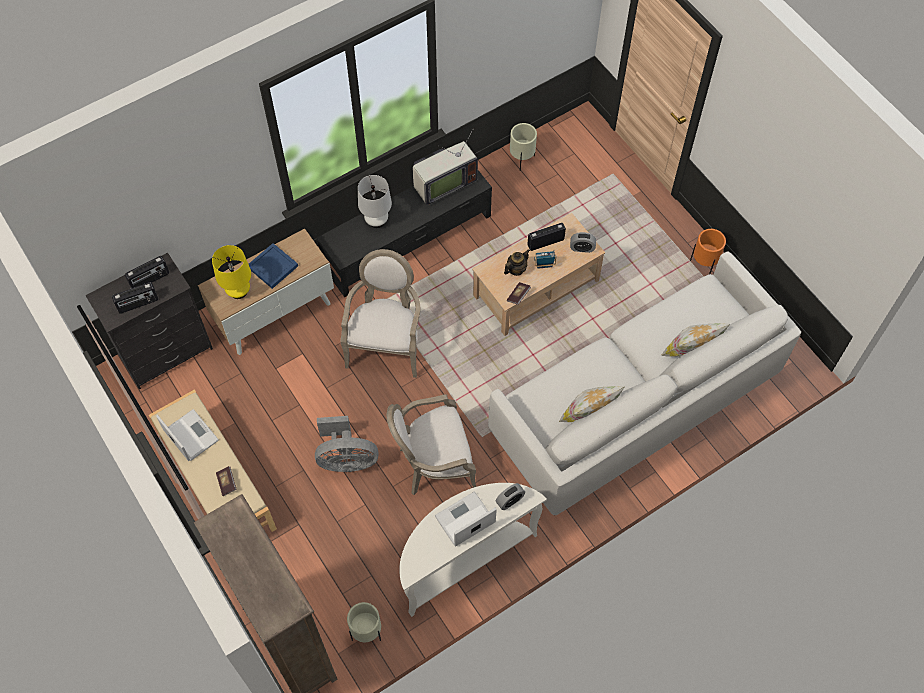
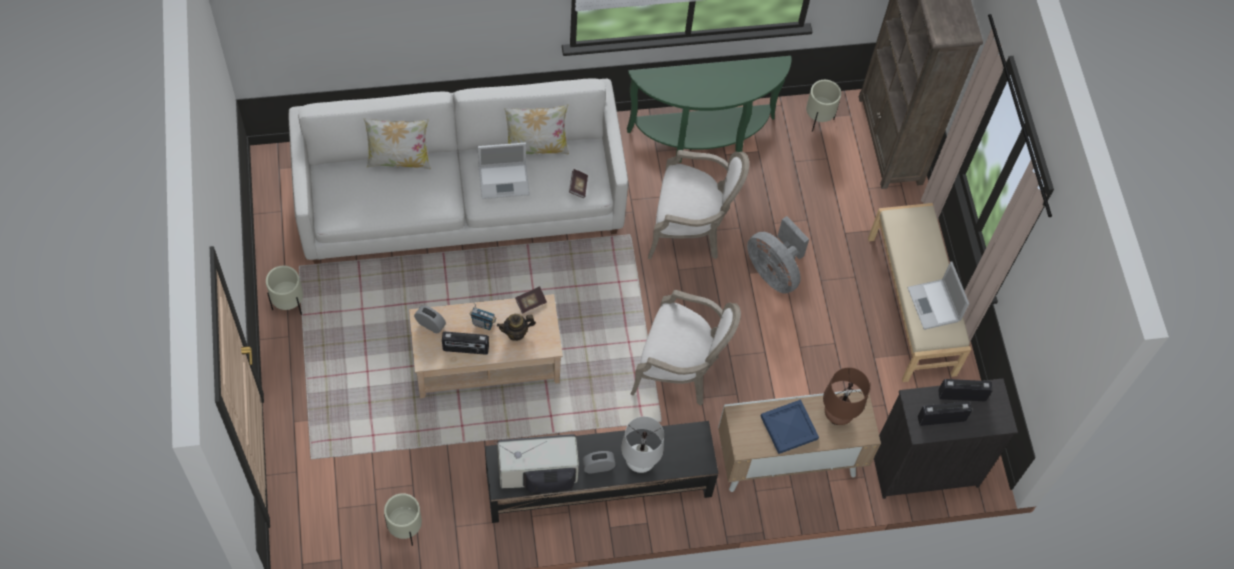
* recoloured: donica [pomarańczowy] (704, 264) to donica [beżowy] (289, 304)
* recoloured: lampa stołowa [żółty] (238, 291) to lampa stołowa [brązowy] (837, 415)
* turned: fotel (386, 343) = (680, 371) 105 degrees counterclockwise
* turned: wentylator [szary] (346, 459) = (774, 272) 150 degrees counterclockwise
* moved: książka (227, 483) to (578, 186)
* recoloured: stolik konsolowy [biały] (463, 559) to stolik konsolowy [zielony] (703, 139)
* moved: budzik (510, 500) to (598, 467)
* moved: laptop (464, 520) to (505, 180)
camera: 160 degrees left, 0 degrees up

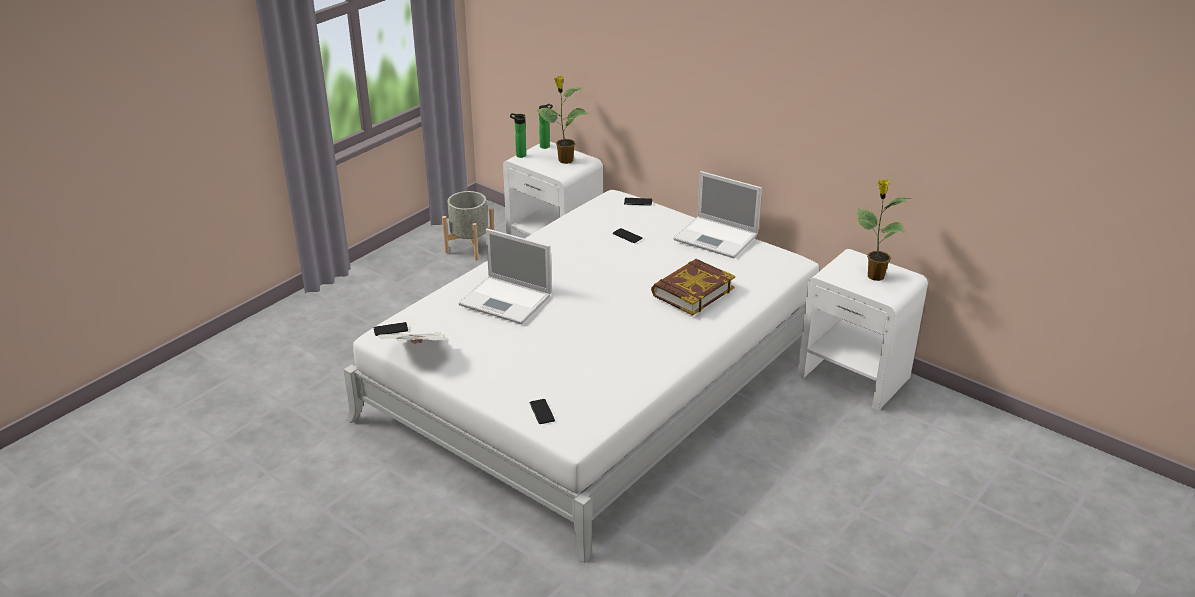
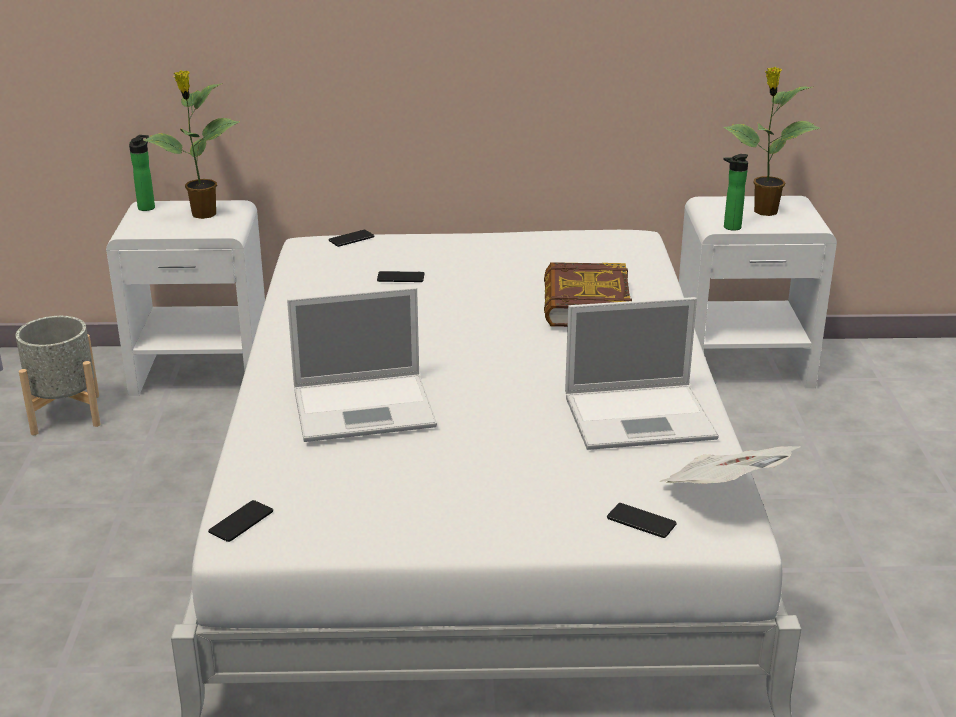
* moved: butelka (519, 155) to (729, 228)
* moved: laptop (717, 238) to (642, 417)
* moved: gazeta (418, 352) to (725, 494)
camera: 40 degrees left, 5 degrees down

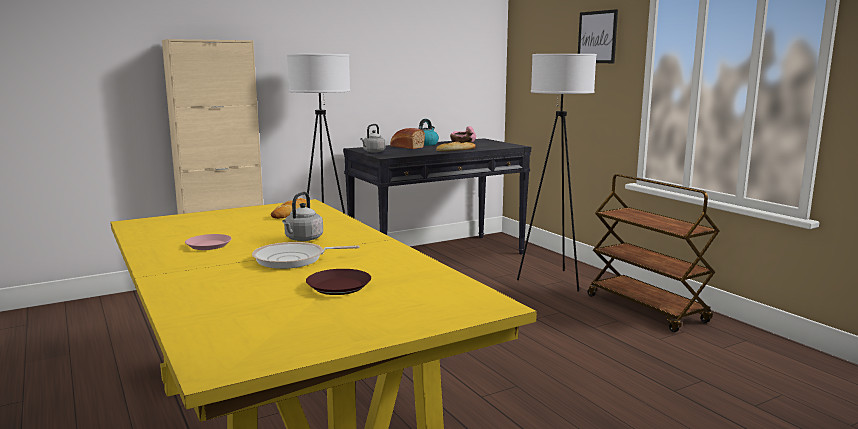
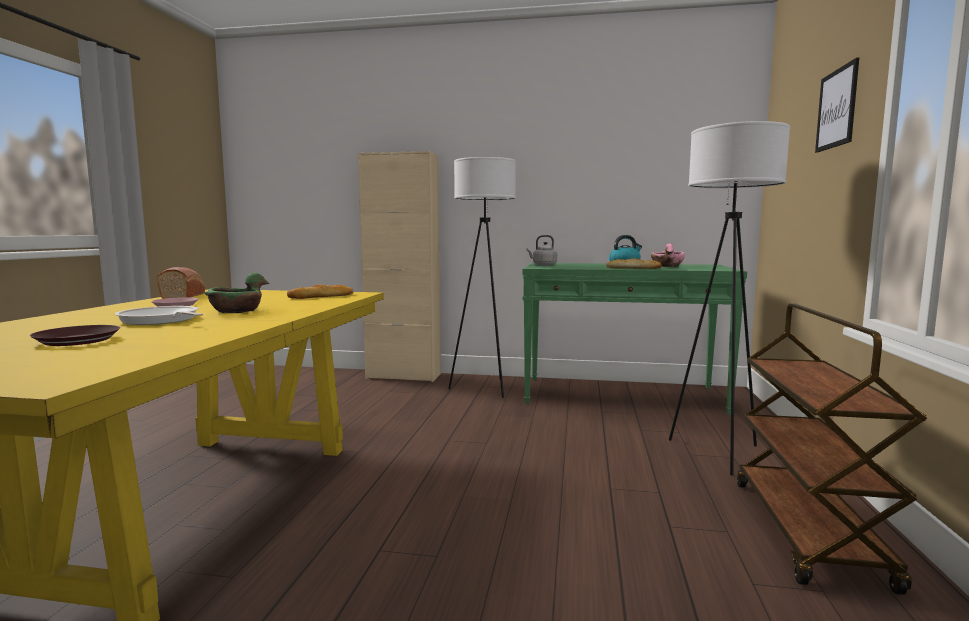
* moved: chleb (406, 147) to (184, 296)
* recoloured: stolik konsolowy [czarny] (438, 255) to stolik konsolowy [zielony] (622, 395)
* replaced: czajnik [szary] (303, 239) to miska [zielony] (236, 311)
camera: 40 degrees right, 5 degrees down

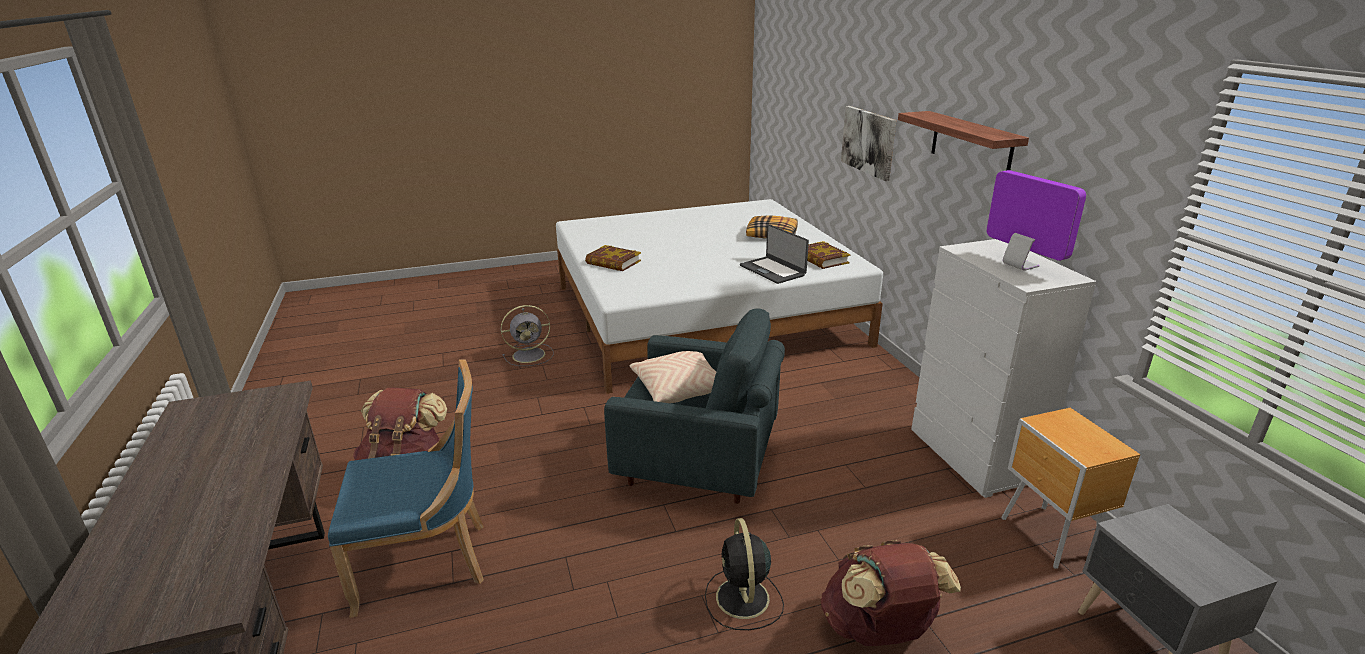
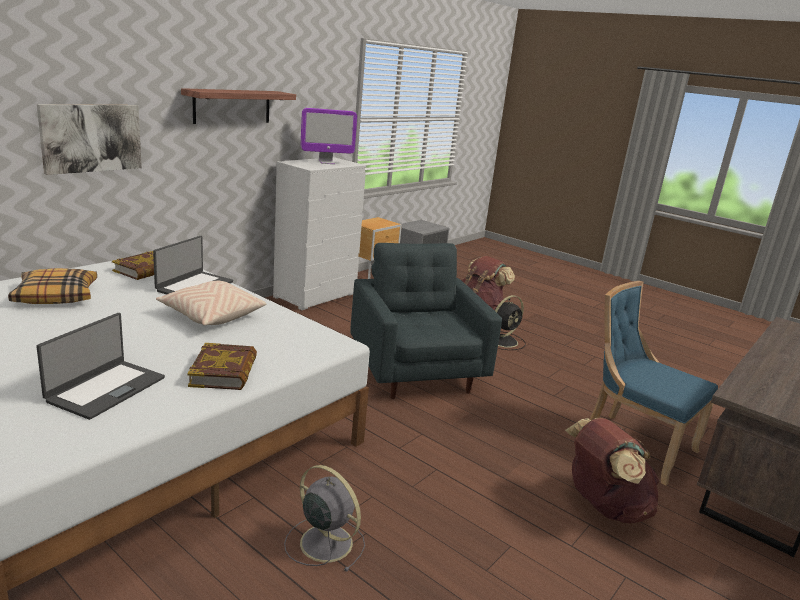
* turned: monitor (1020, 265) = (326, 162) 135 degrees counterclockwise
* moved: poduszka [beżowy] (679, 389) to (211, 315)
* added: laptop (105, 389)
camera: 125 degrees left, 5 degrees down

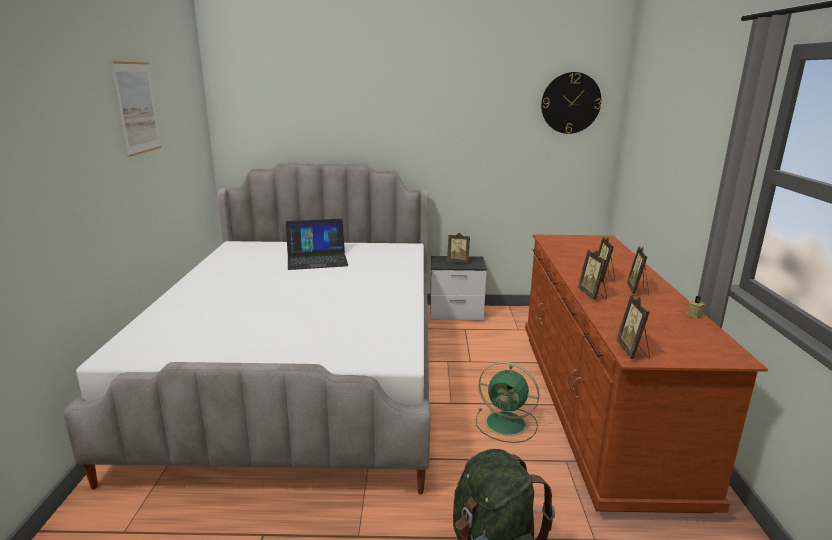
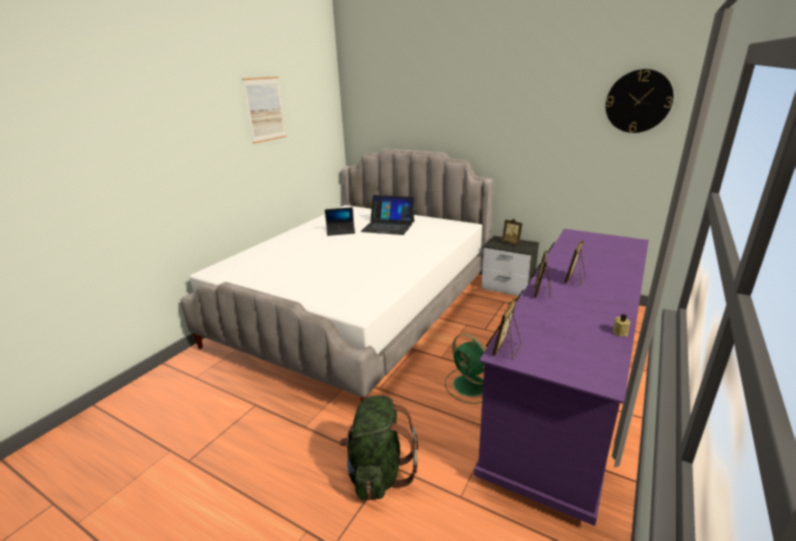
* recoloured: komoda [brązowy] (597, 405) to komoda [fioletowy] (565, 395)
* removed: ramka na zdjęcie (637, 290)
* added: laptop (341, 231)
camera: 30 degrees right, 5 degrees up

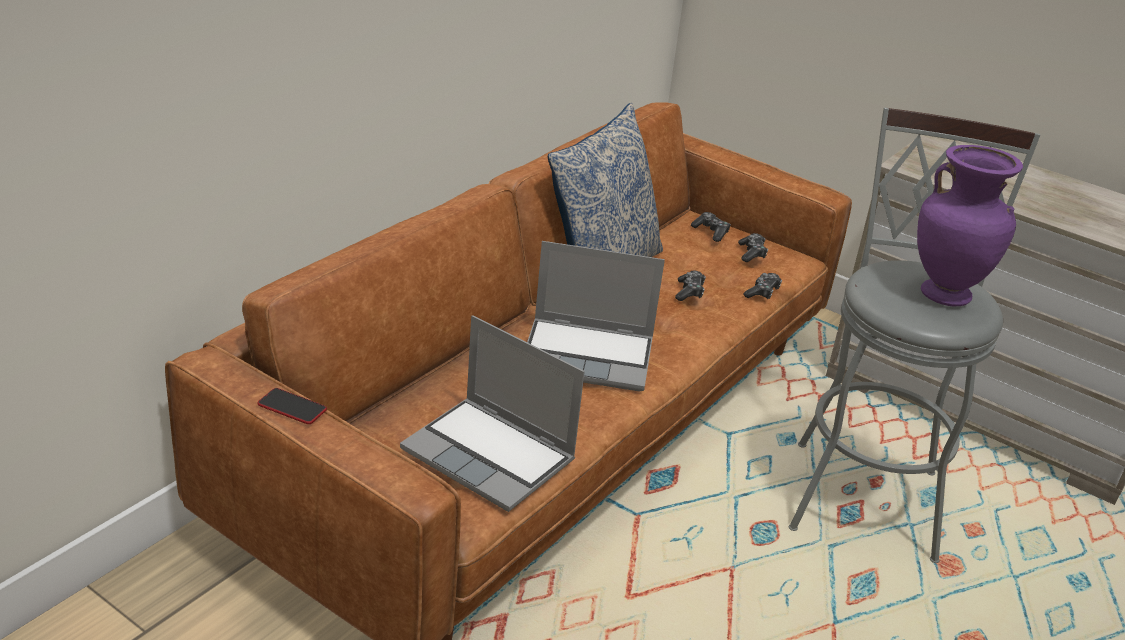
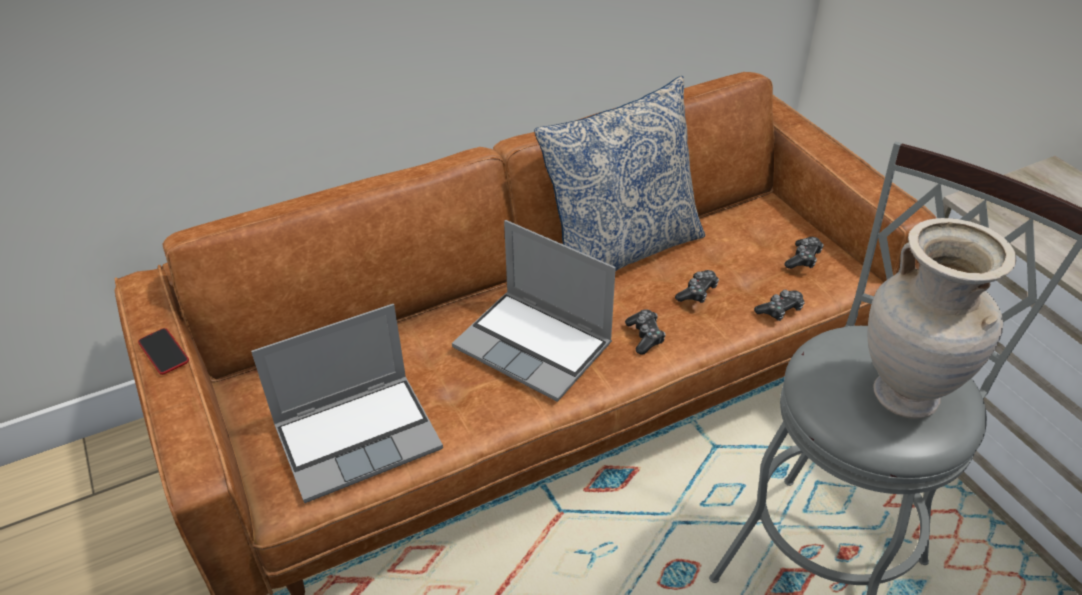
* recoloured: wazon [fioletowy] (944, 294) to wazon [beżowy] (906, 395)
* moved: pad do gier (711, 232) to (645, 336)
* turned: laptop (491, 456) = (359, 436) 90 degrees counterclockwise
camera: 30 degrees right, 10 degrees up

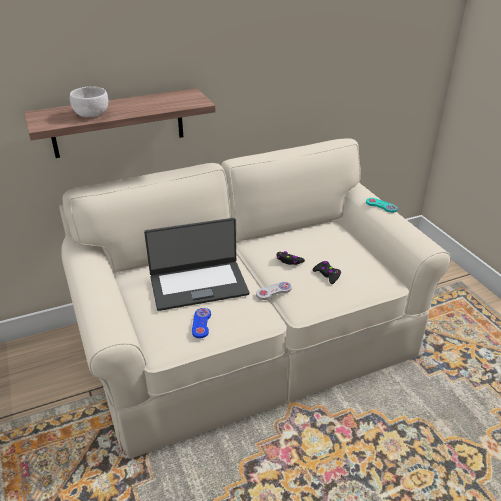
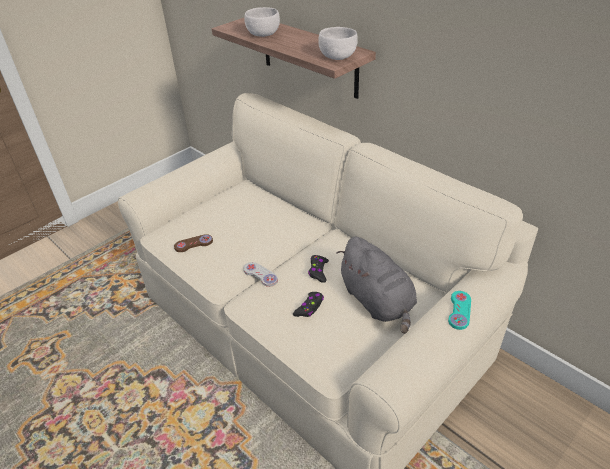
* removed: laptop (198, 284)
* recoloured: pad do gier [niebieski] (201, 323) to pad do gier [brązowy] (193, 244)
* added: miska [biały] (337, 56)
* added: pluszak [szary] (378, 302)
camera: 70 degrees right, 5 degrees up

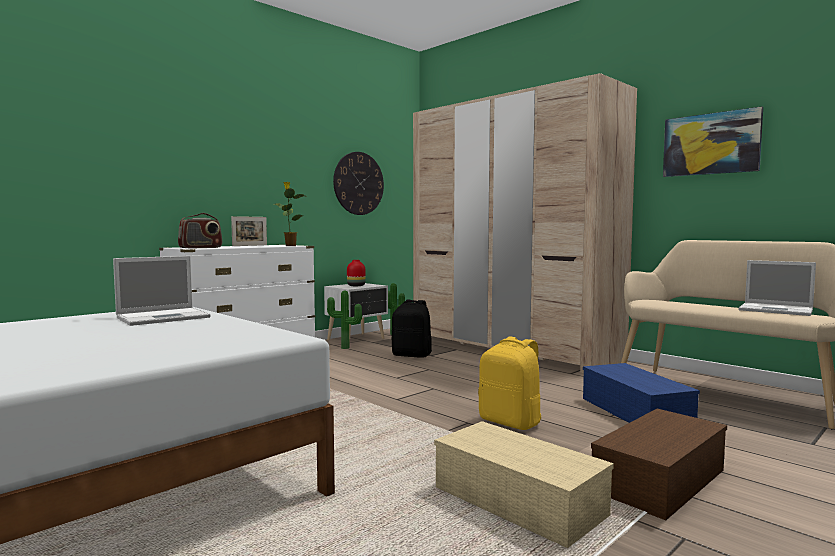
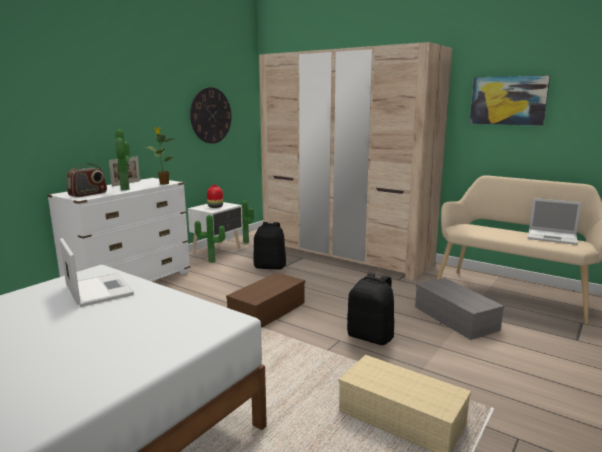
* turned: laptop (165, 317) = (98, 290) 75 degrees counterclockwise
* recoloured: plecak [żółty] (511, 422) to plecak [czarny] (371, 337)
* recoloured: pojemnik do przechowywania [niebieski] (637, 412) to pojemnik do przechowywania [szary] (457, 318)
* moved: pojemnik do przechowywania [brązowy] (659, 479) to (267, 310)
* added: roślina doniczkowa (126, 189)
camera: 10 degrees left, 10 degrees up

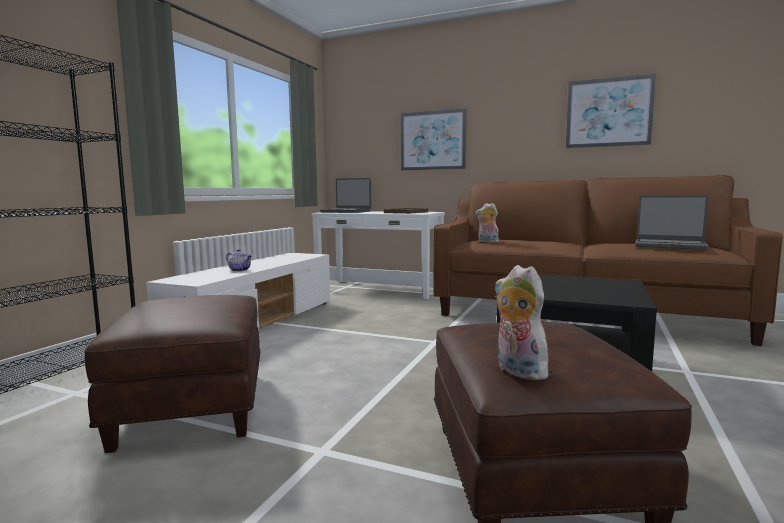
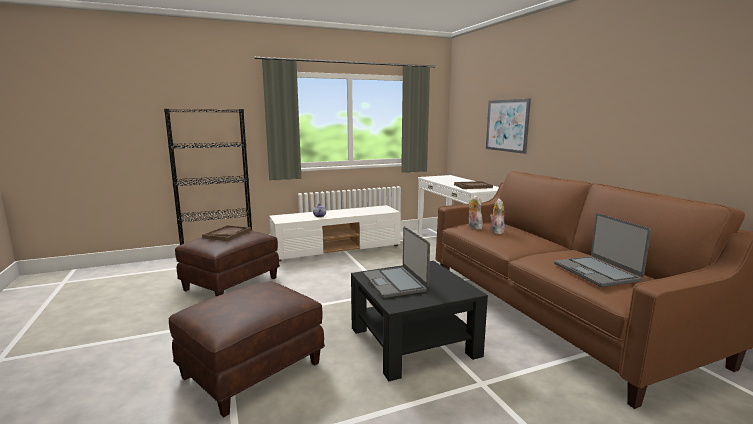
* removed: obraz (608, 112)
* moved: laptop (346, 212) to (395, 283)
* moved: pluszak (517, 371) to (496, 231)
* added: taca [brązowy] (227, 234)
camera: 45 degrees right, 5 degrees up

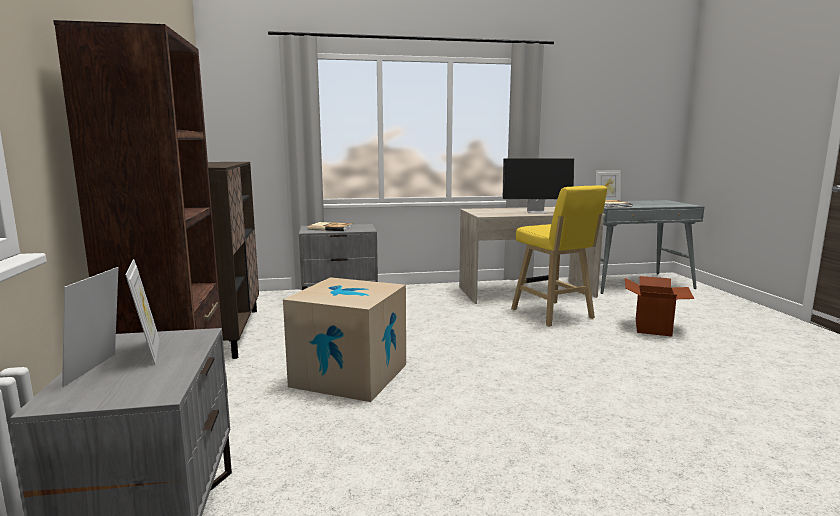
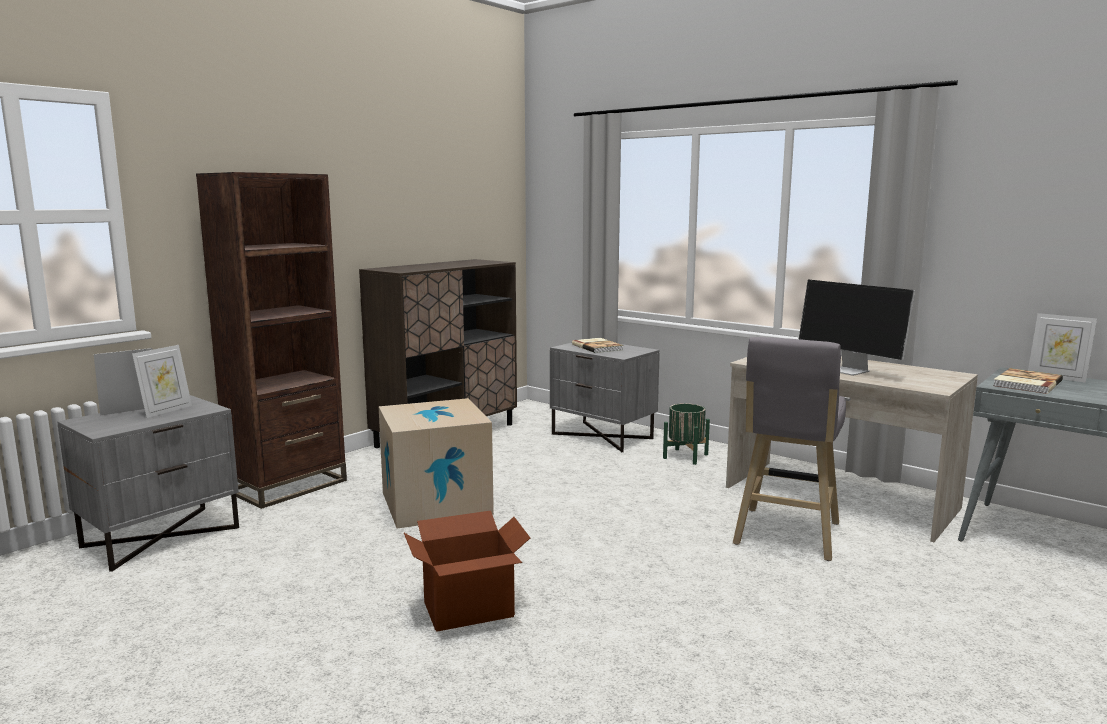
* recoloured: stołek [żółty] (554, 315) to stołek [szary] (785, 536)
* moved: karton (653, 327) to (469, 610)
* added: donica [zielony] (685, 456)
camera: 50 degrees right, 0 degrees up

